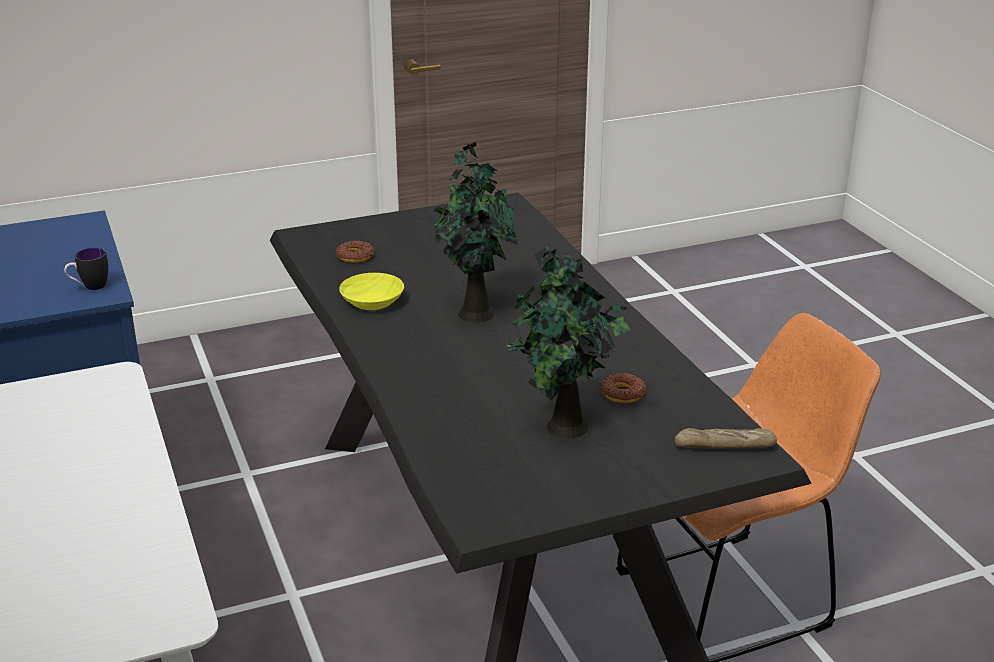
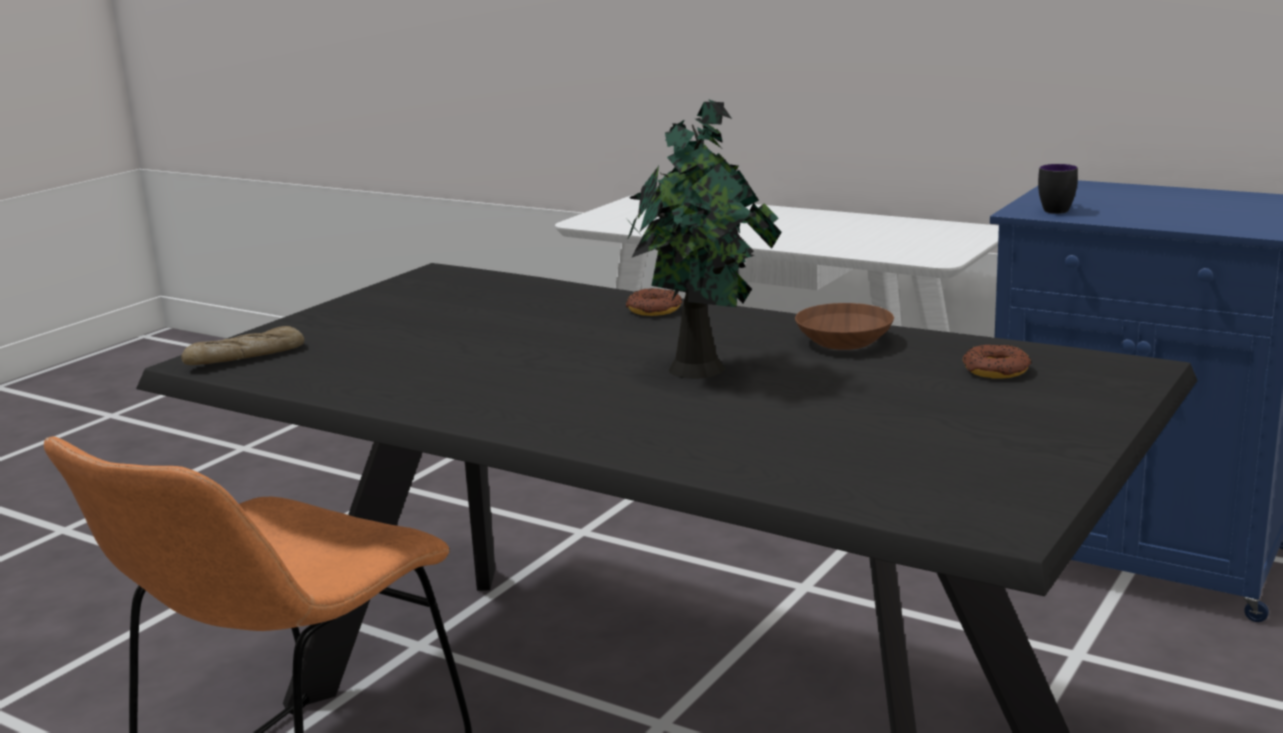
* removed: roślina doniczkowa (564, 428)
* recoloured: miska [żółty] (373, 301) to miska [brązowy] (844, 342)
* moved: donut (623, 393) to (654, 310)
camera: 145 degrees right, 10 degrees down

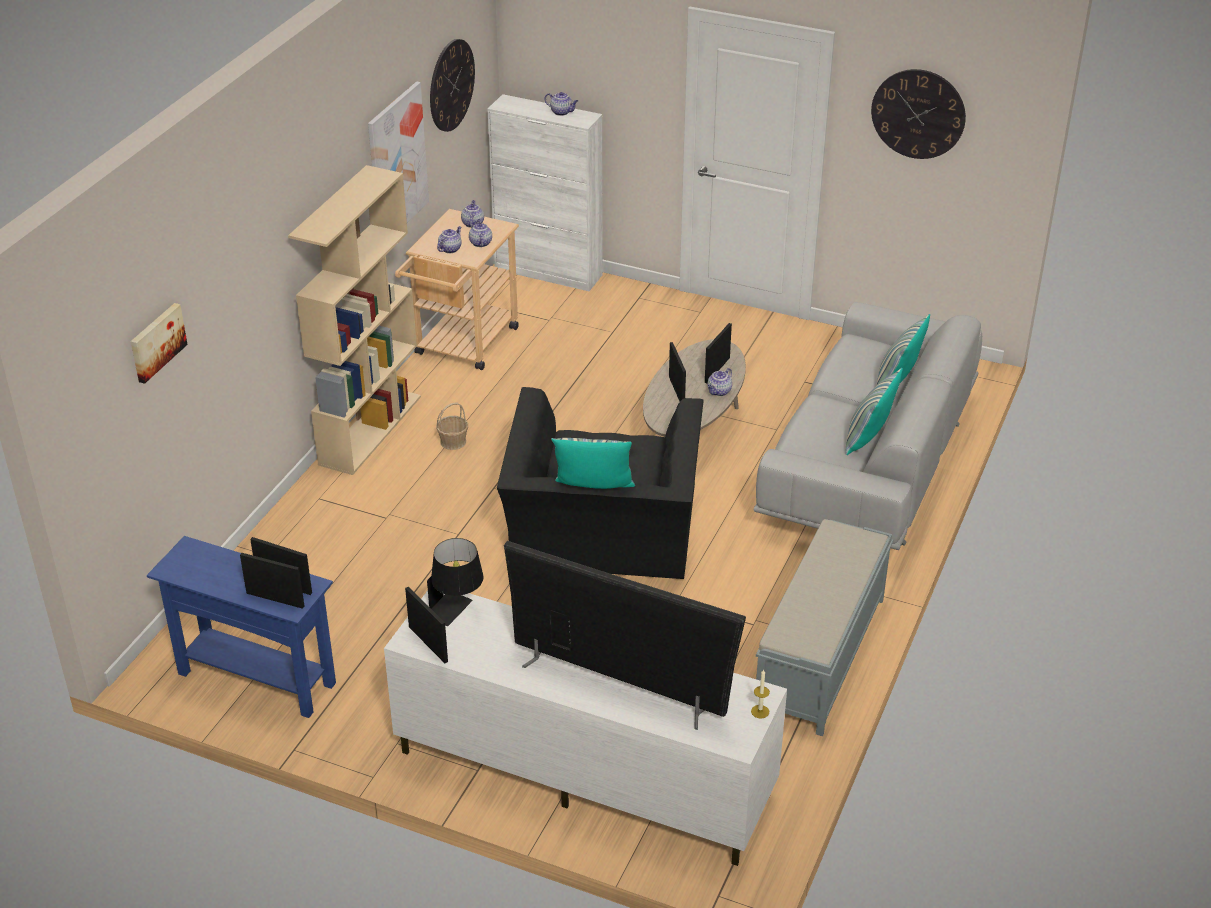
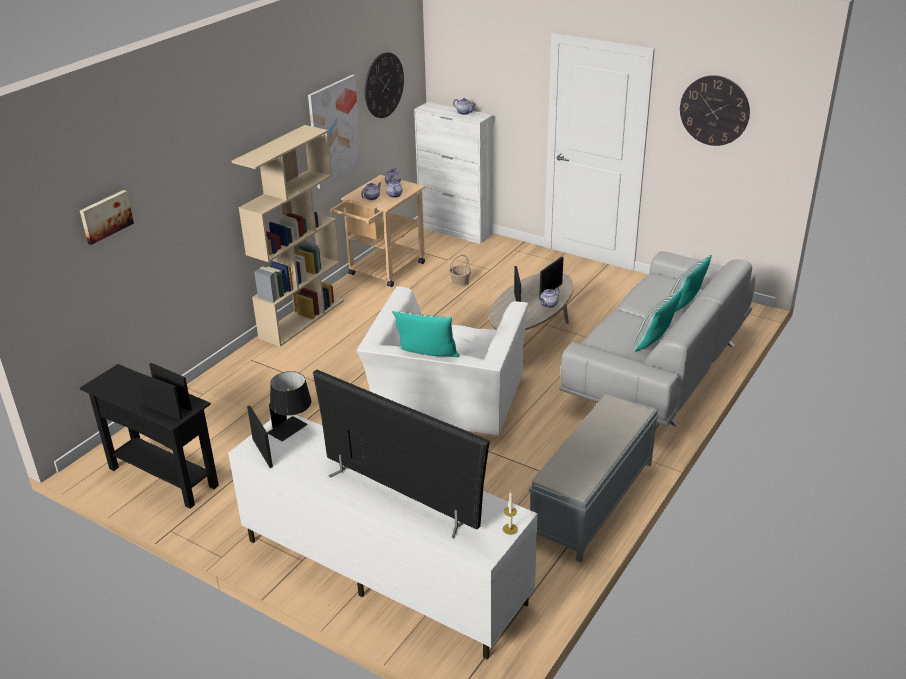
* recoloured: fotel [czarny] (603, 534) to fotel [biały] (446, 399)
* moved: koszyk (453, 441) to (460, 282)
* recoloured: stolik konsolowy [niebieski] (256, 678) to stolik konsolowy [czarny] (163, 477)
camera: 10 degrees right, 5 degrees down

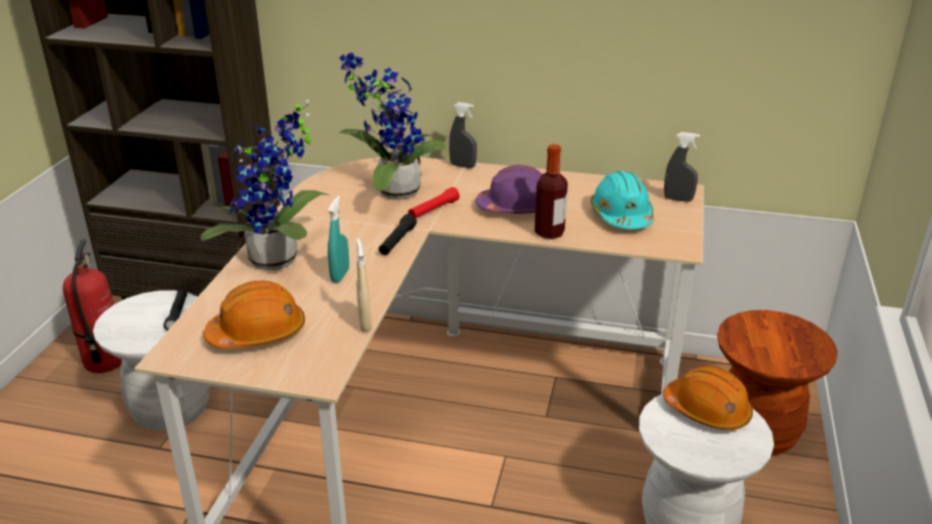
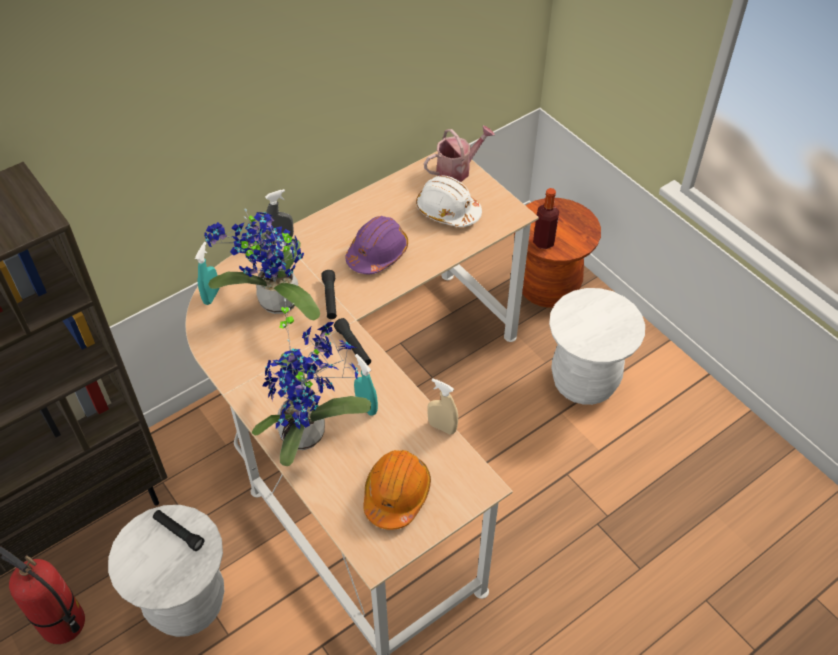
* replaced: spryskiwacz [szary] (678, 199) to konewka (457, 169)
* moved: butelka (549, 233) to (543, 242)
* recoloured: kask [turkusowy] (621, 216) to kask [biały] (447, 211)
* recoloured: latarka [czerwony] (433, 210) to latarka [czarny] (330, 299)
* removed: kask [pomarańczowy] (707, 411)
* added: spryskiwacz [turkusowy] (211, 296)
camera: 50 degrees left, 20 degrees up

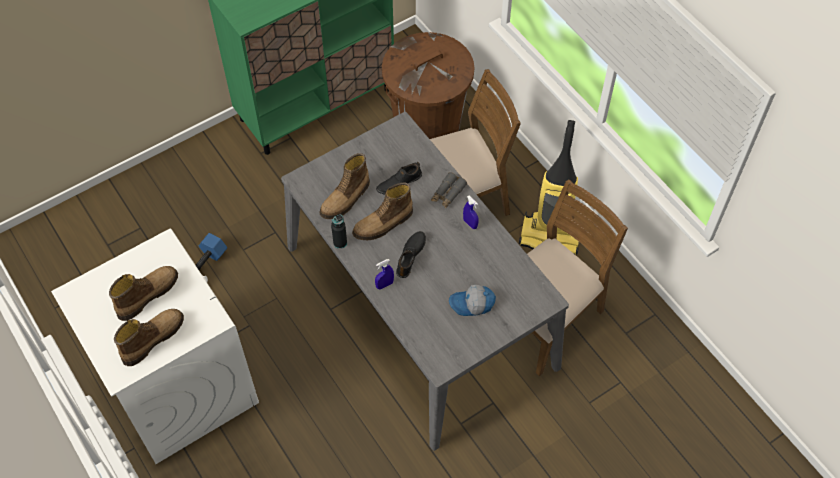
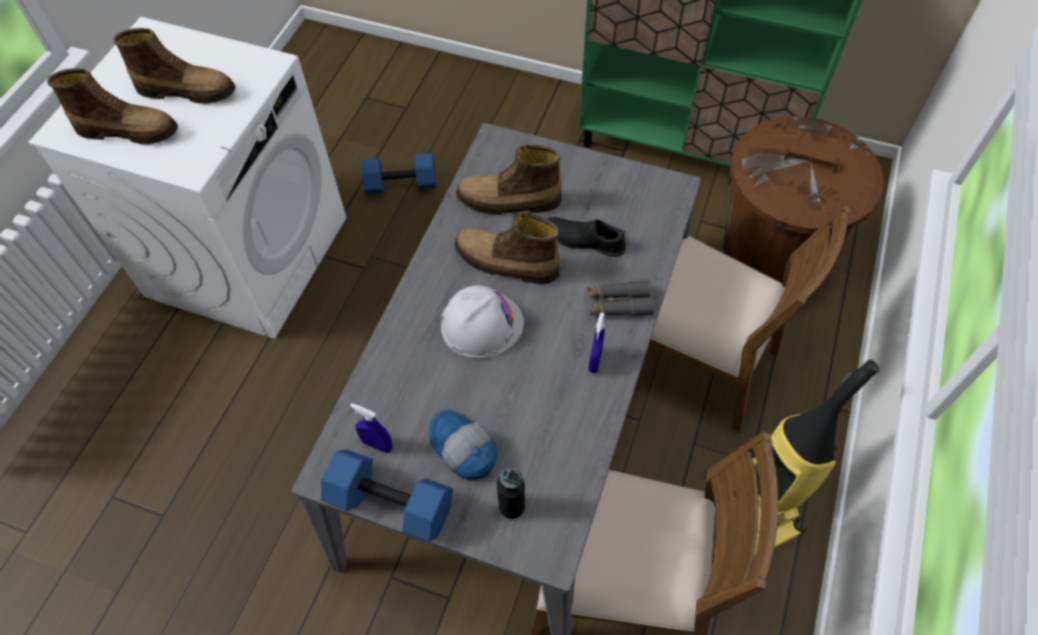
* moved: butelka [czarny] (340, 243) to (512, 507)
* replaced: but [czarny] (411, 256) to kask [biały] (482, 324)
* moved: spryskiwacz [niebieski] (384, 285) to (377, 444)
* added: hantel [niebieski] (389, 504)
camera: 55 degrees right, 0 degrees up

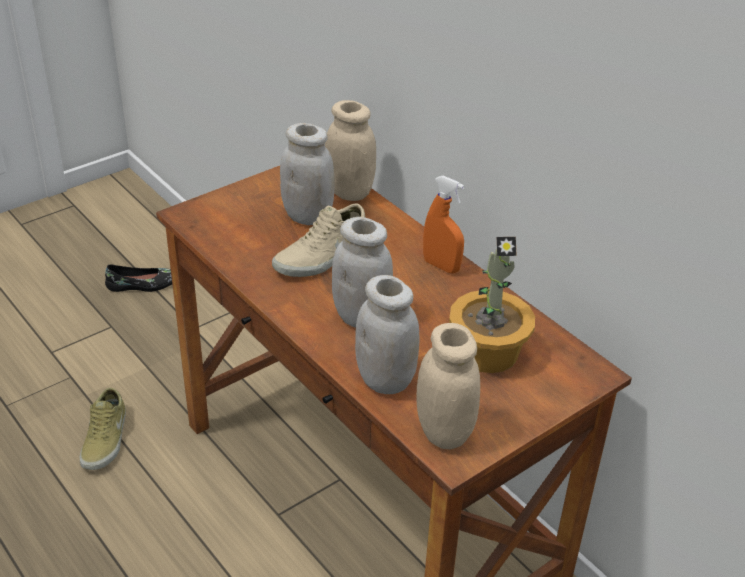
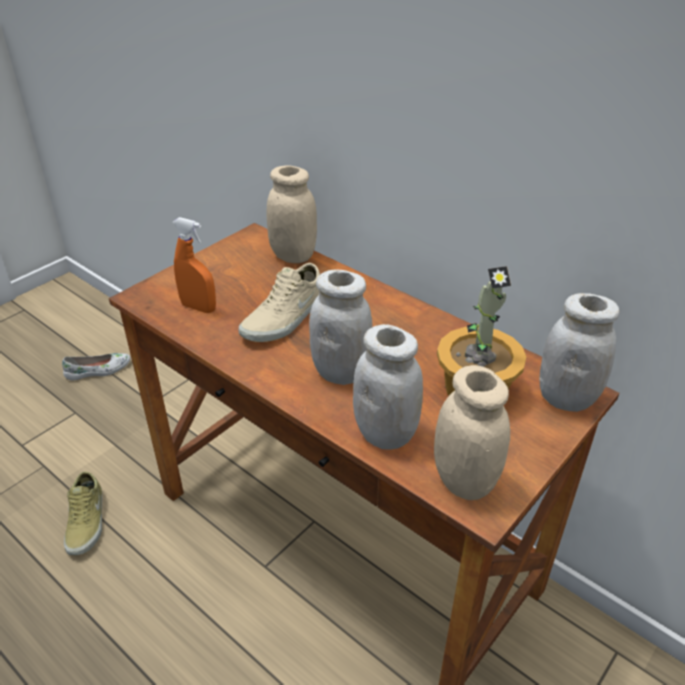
* moved: słoik [biały] (308, 216) to (566, 398)
* moved: spryskiwacz [pomarańczowy] (441, 266) to (198, 307)
* recoloured: but [czarny] (143, 285) to but [biały] (98, 370)
camera: 10 degrees left, 0 degrees up

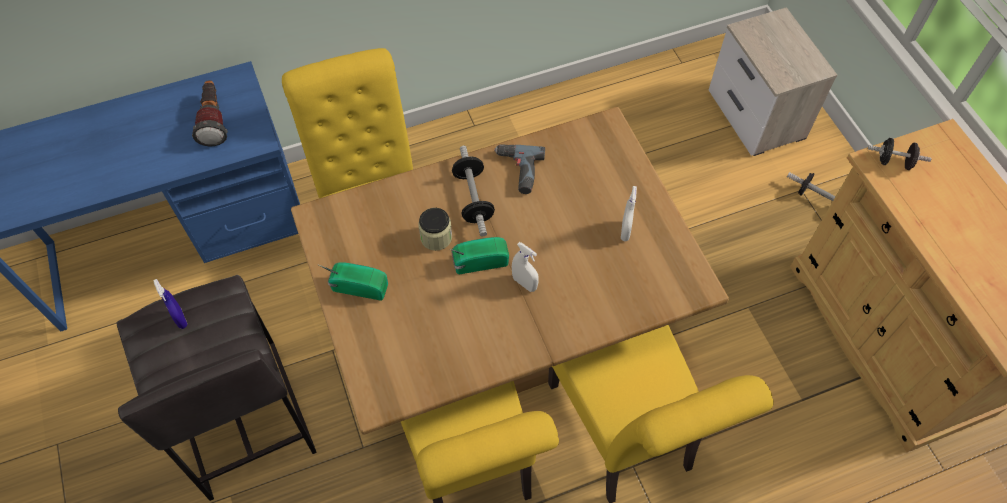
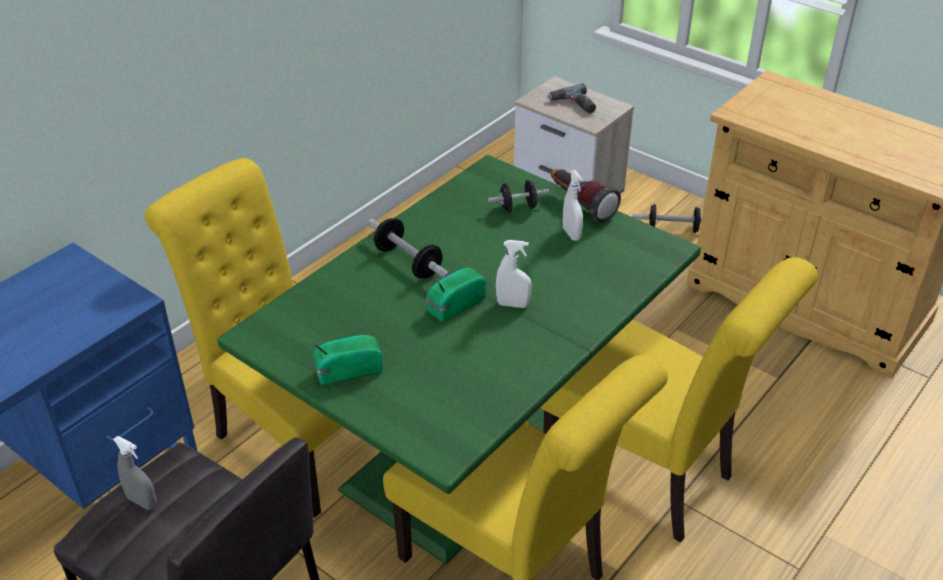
* moved: latarka (214, 121) to (580, 205)
* recoloured: stół jadalny [brązowy] (503, 342) to stół jadalny [zielony] (471, 454)
* moved: hantel [czarny] (894, 162) to (518, 208)
* moved: wiertarka (517, 171) to (573, 105)
* removed: słoik (436, 237)
* recoloured: spryskiwacz [niebieski] (180, 318) to spryskiwacz [szary] (142, 502)
camera: 30 degrees left, 20 degrees down

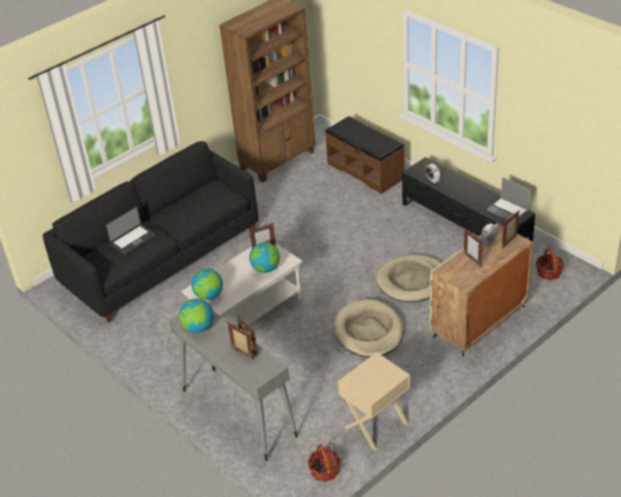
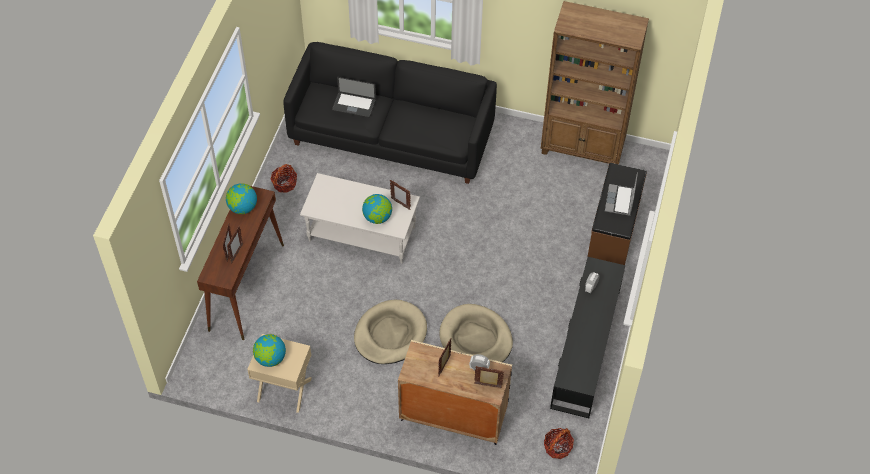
* moved: laptop (508, 210) to (620, 201)
* moved: globus (209, 296) to (270, 358)
* recoloured: stolik konsolowy [szary] (238, 413) to stolik konsolowy [brązowy] (246, 286)
* moved: koszyk (324, 470) to (284, 184)
camera: 55 degrees right, 15 degrees up

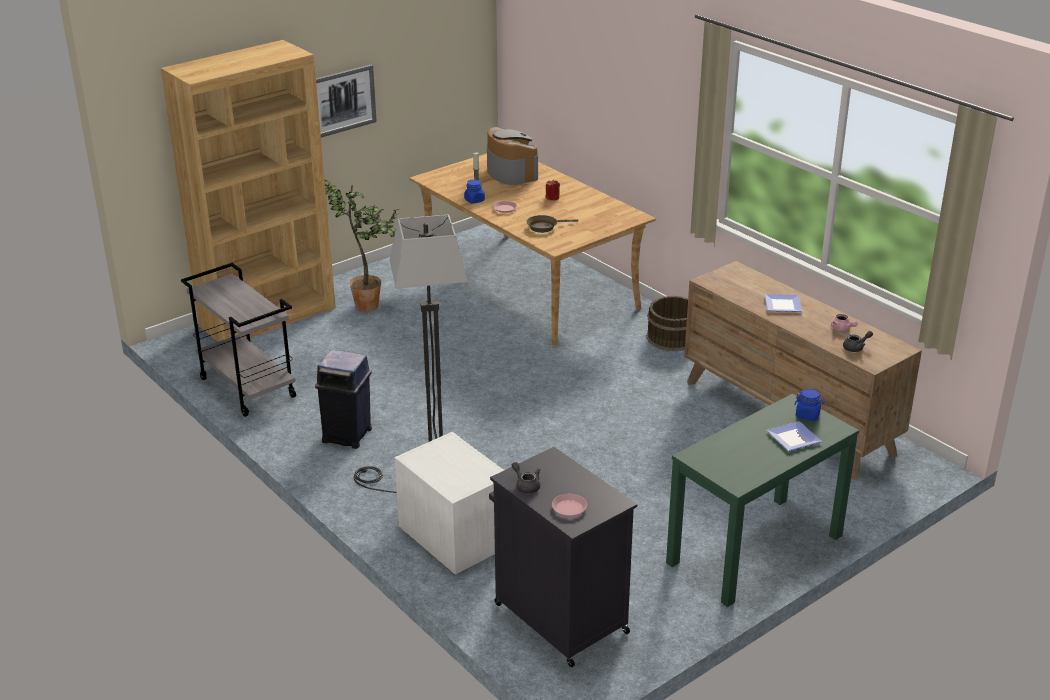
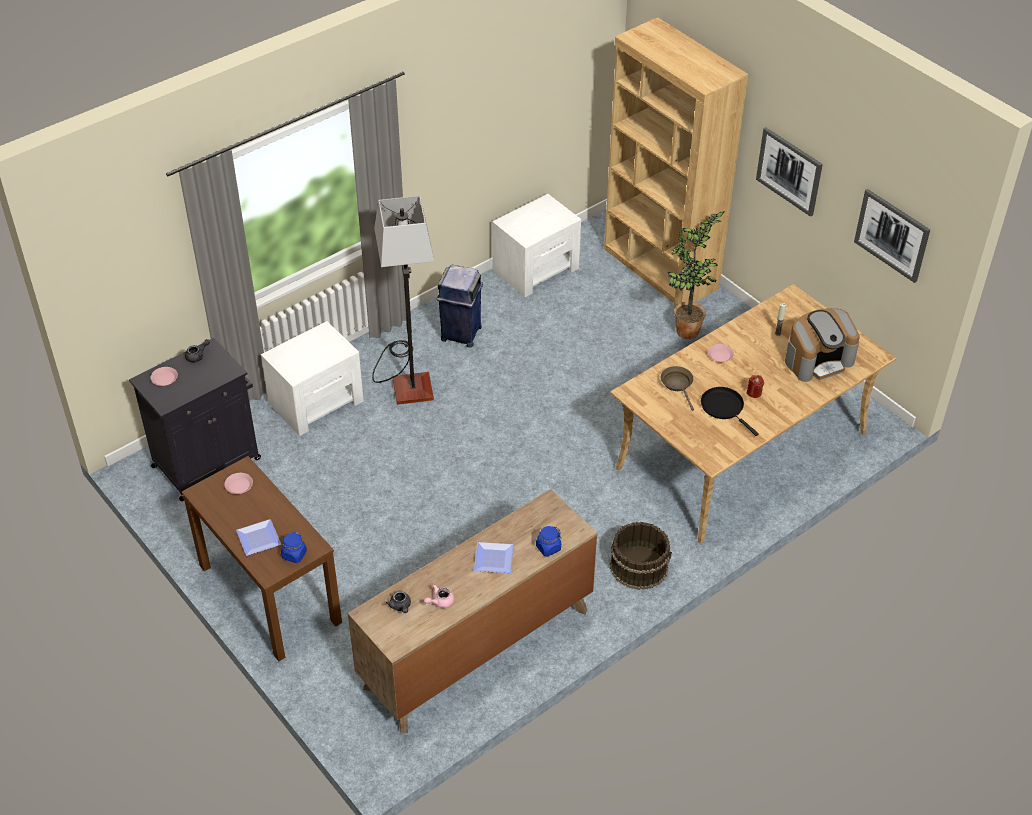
* moved: słoik [niebieski] (474, 200) to (548, 548)
* replaced: wózek [szary] (246, 388) to szafka nocna [biały] (536, 269)
* recoloured: stolik konsolowy [zielony] (755, 550) to stolik konsolowy [brązowy] (269, 593)
* added: obraz (892, 235)
* added: patelnia [czarny] (724, 407)
* added: talerz [różowy] (239, 485)
camera: 90 degrees right, 15 degrees up

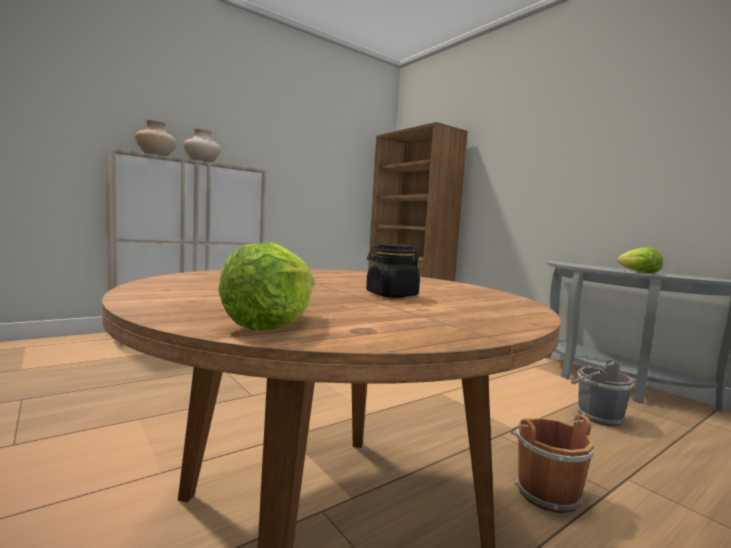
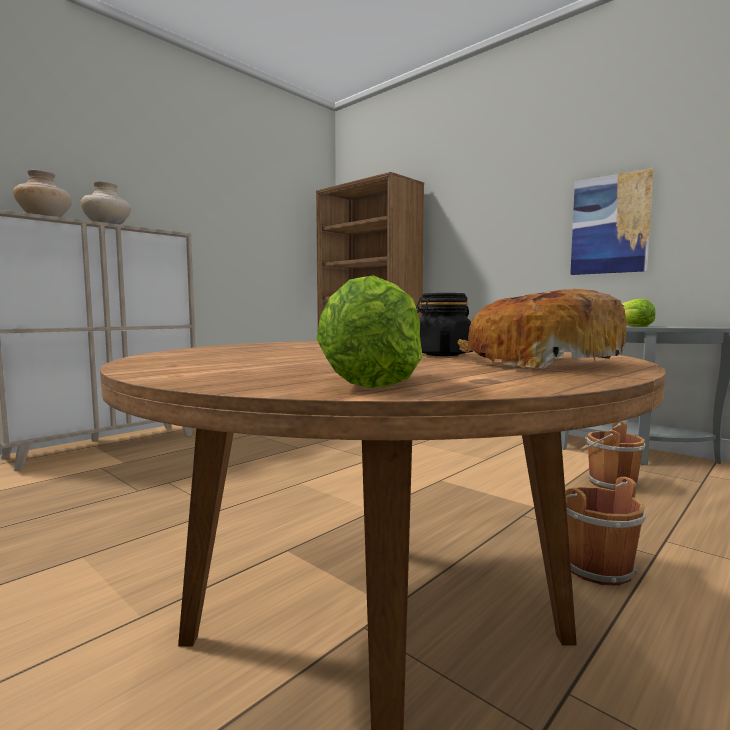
* recoloured: wiadro [szary] (597, 416) to wiadro [brązowy] (610, 483)
* added: obraz (610, 225)
* added: chleb (539, 363)
camera: 10 degrees left, 0 degrees up

